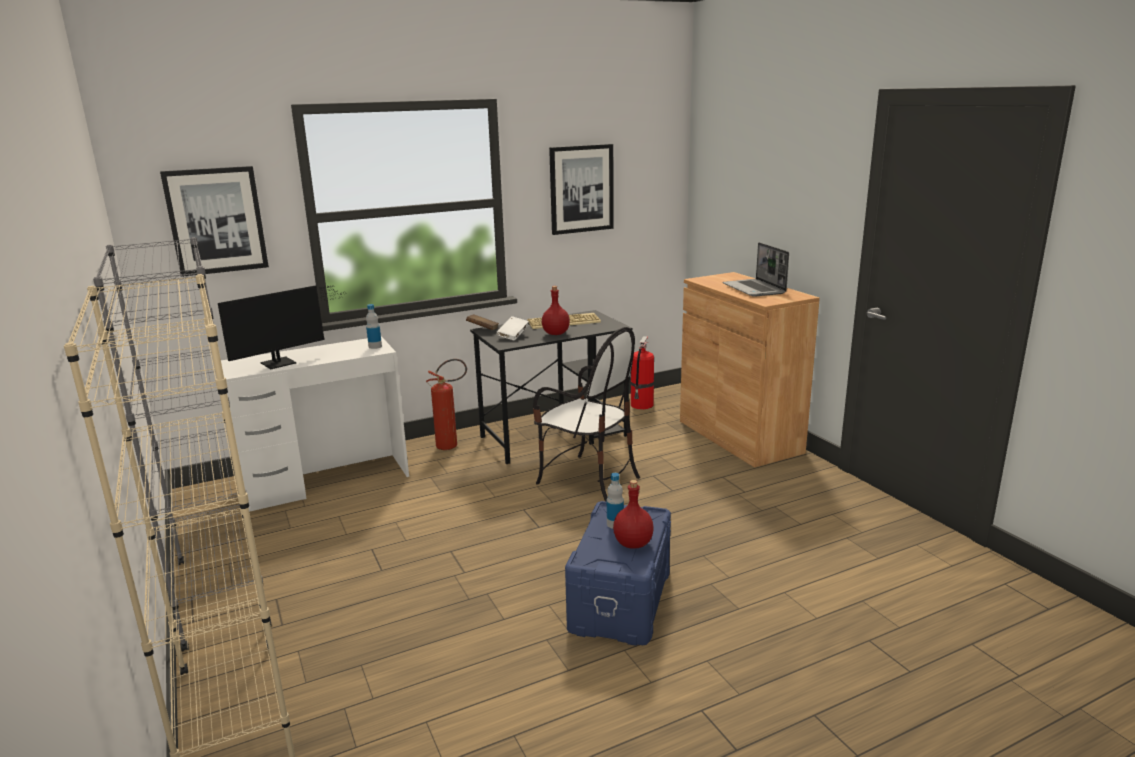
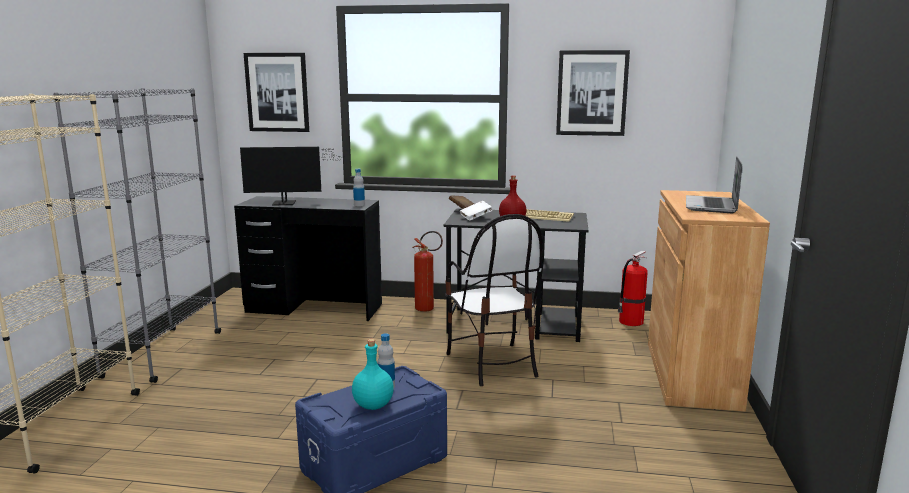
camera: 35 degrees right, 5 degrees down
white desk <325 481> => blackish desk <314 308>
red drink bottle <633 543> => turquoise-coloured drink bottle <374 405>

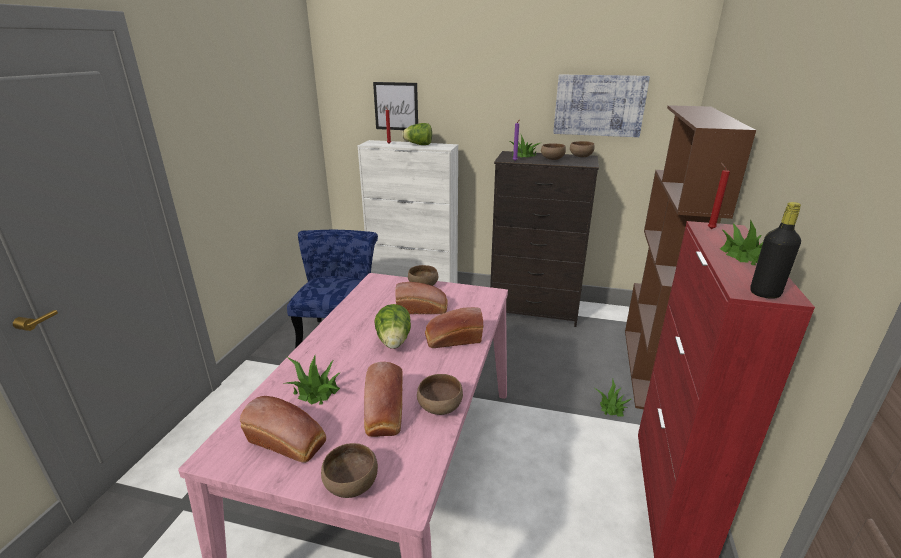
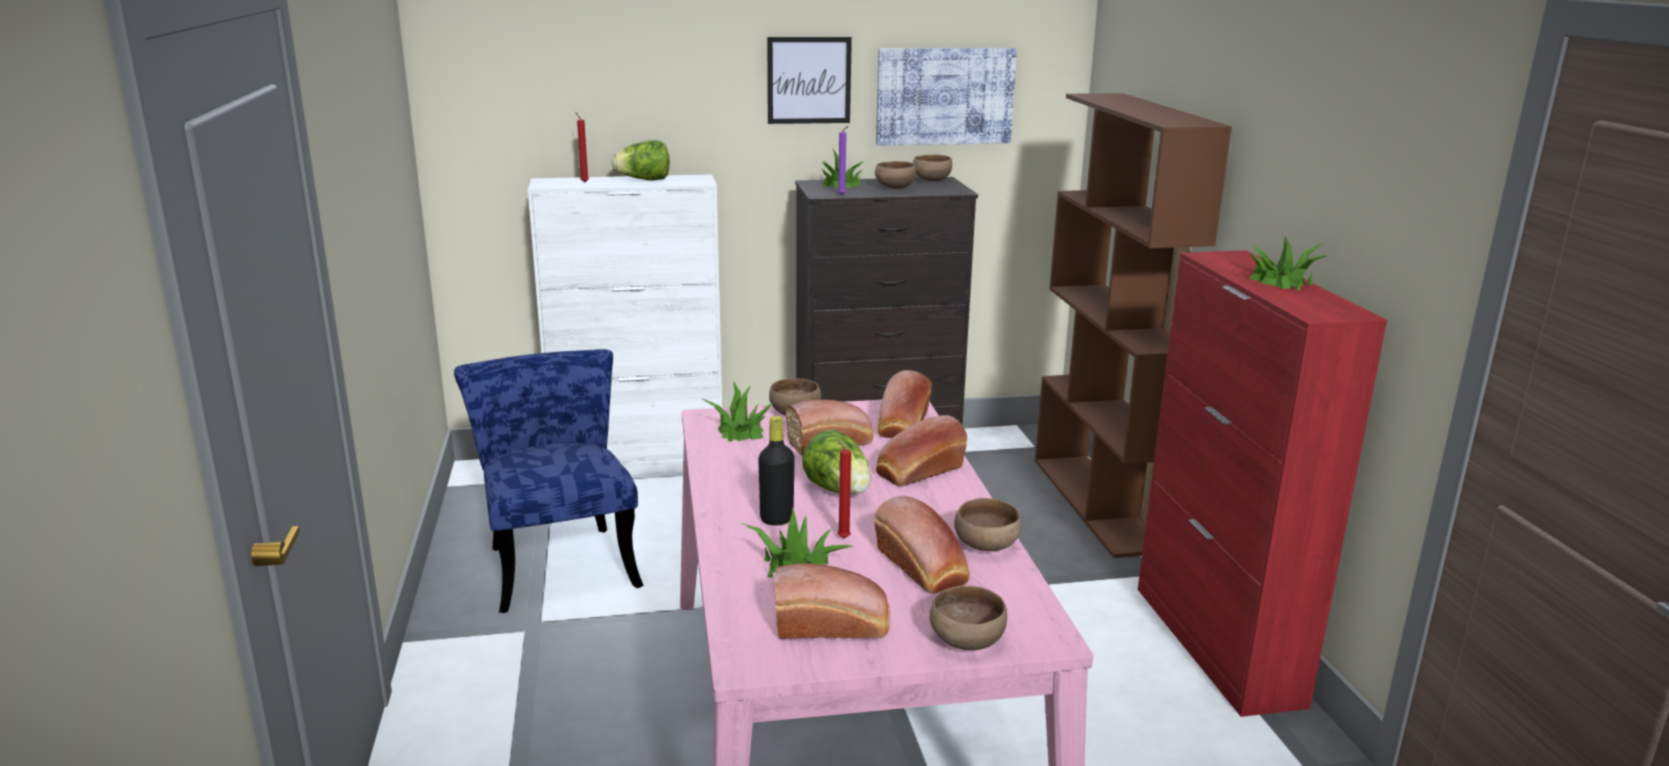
camera: 25 degrees left, 5 degrees down
wall art <396 106> => wall art <809 80>, shifted
houseplant <612 407> => houseplant <741 430>, shifted
red candle <710 228> => red candle <842 537>, shifted
blackish drink bottle <765 293> => blackish drink bottle <776 519>, shifted
nothing => baked bread <903 425>

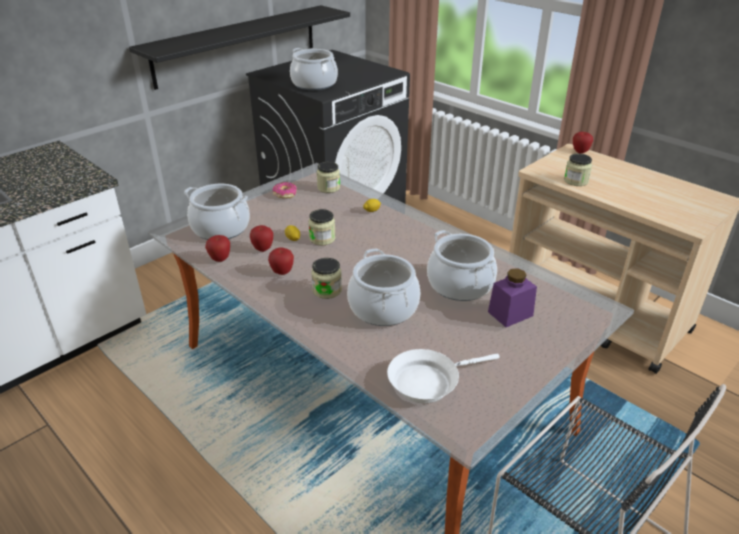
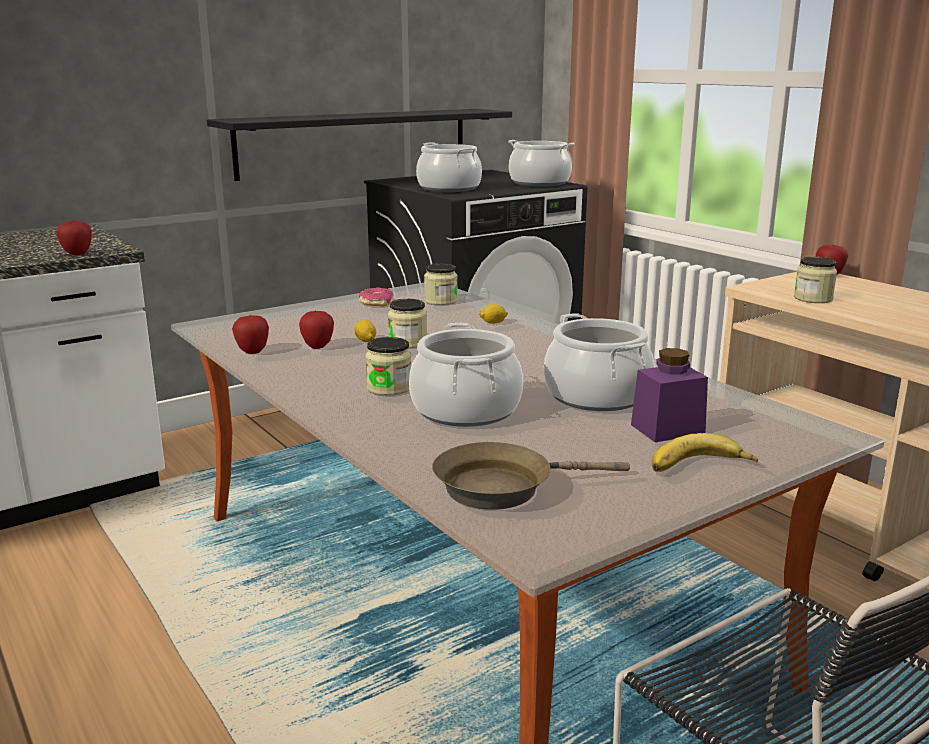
camera: 10 degrees right, 15 degrees down
stockpot <221 228> => stockpot <539 183>, shifted
whole apple <282 272> => whole apple <77 254>, shifted
white frying pan <428 381> => brown-coloured frying pan <502 487>
nothing => banana <700 467>

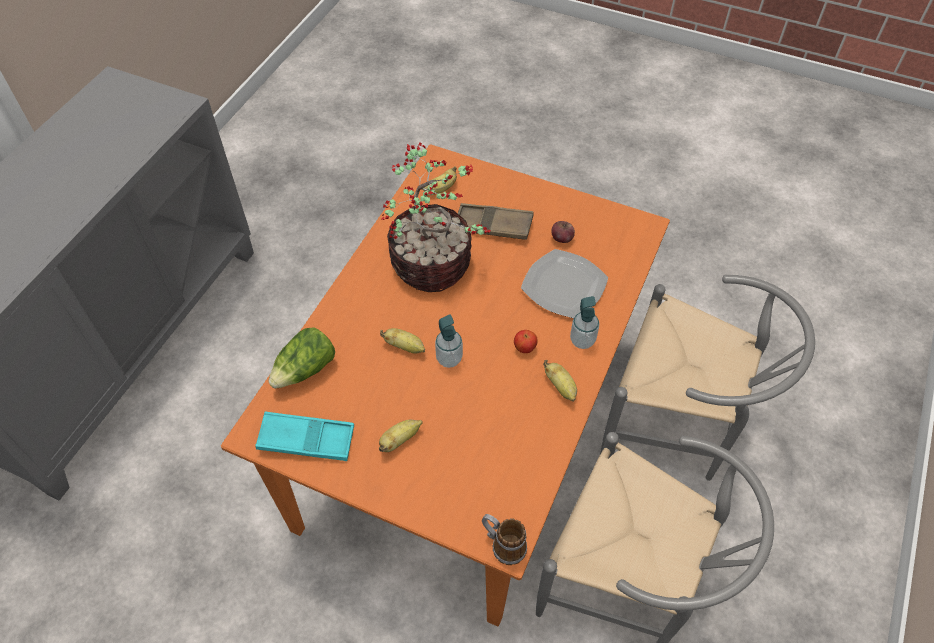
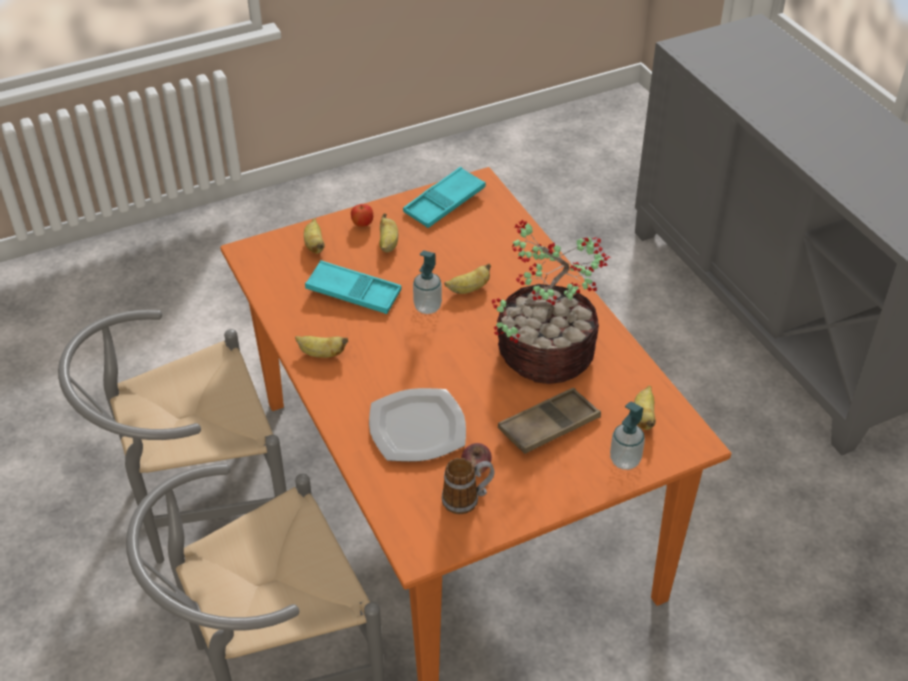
camera: 130 degrees right, 10 degrees down
lettuce <305 370> => nothing
tea mug <503 545> => tea mug <467 499>, shifted
whole apple <525 348> => whole apple <362 224>, shifted
soap dispenser <582 340> => soap dispenser <625 460>, shifted
nothing => banana <314 245>
nothing => turquoise-coloured carrying tray <353 293>

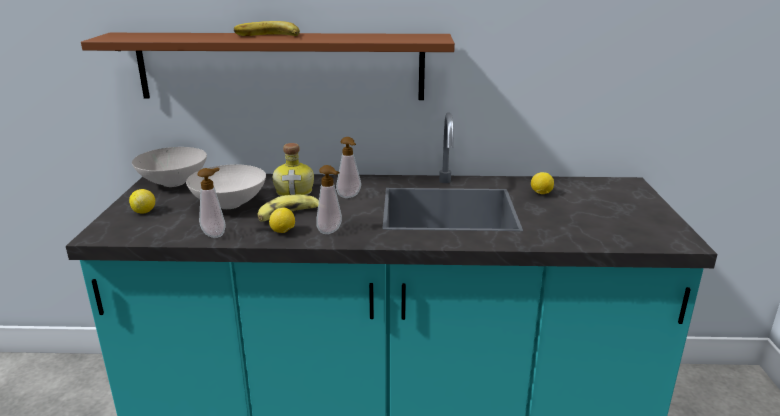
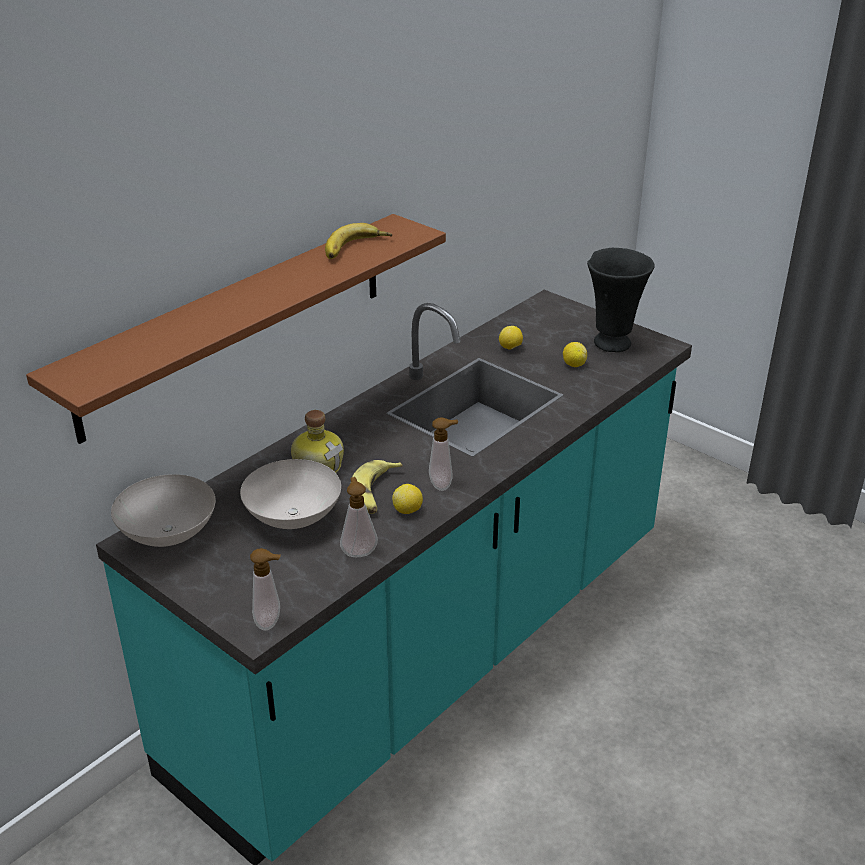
camera: 50 degrees left, 10 degrees up
lemon <144 212> => lemon <574 365>, shifted
banana <268 36> => banana <356 249>, shifted
soap dispenser <350 196> => soap dispenser <271 622>, shifted
nothing => blackish vase <612 342>

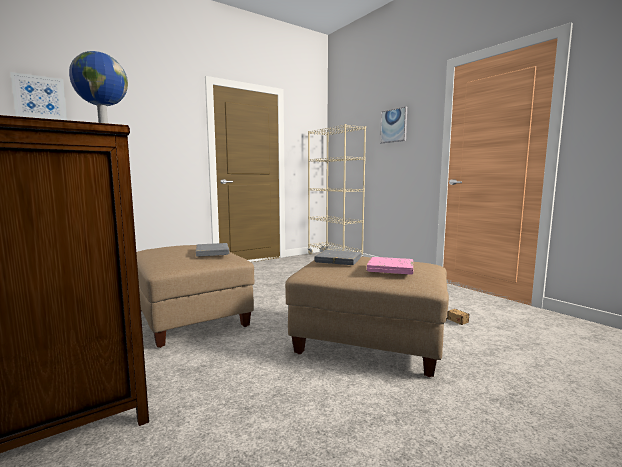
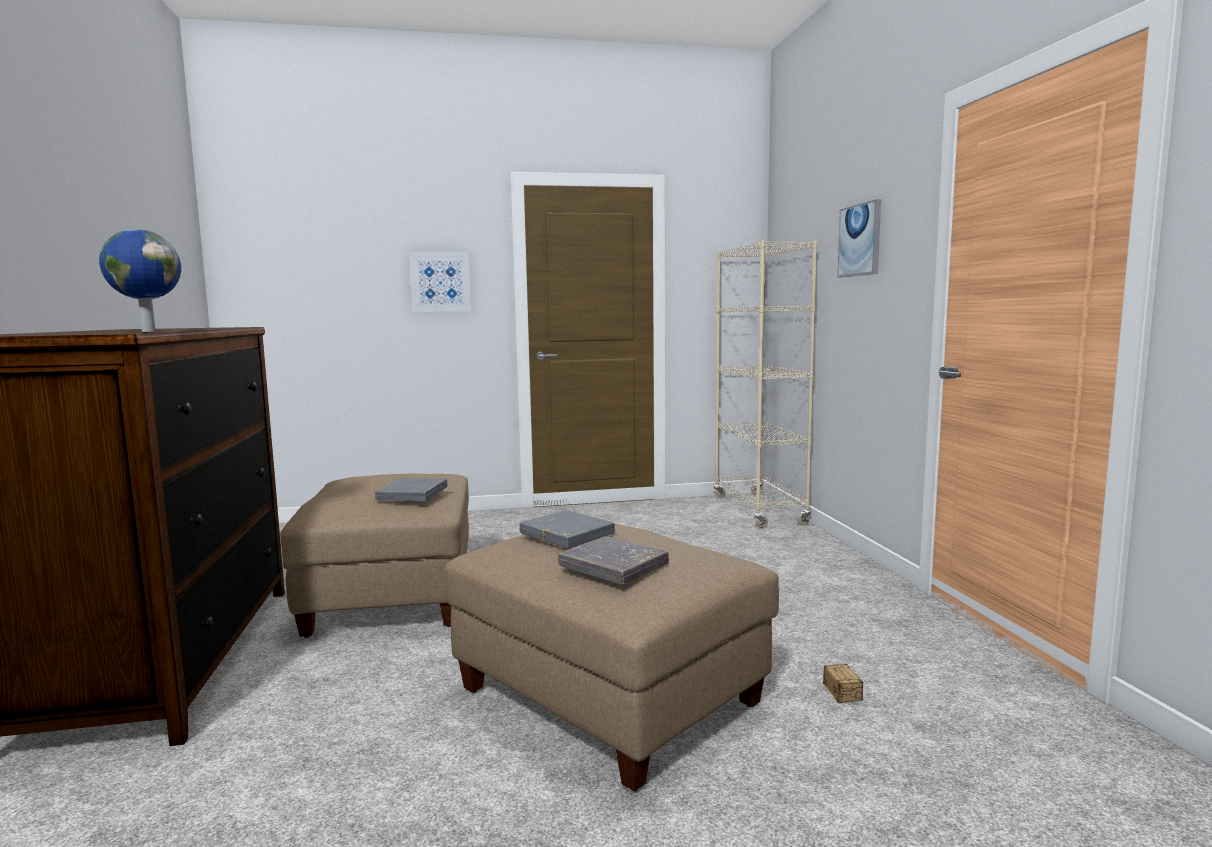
camera: 25 degrees right, 0 degrees up
wall art <40 98> => wall art <440 282>, shifted
pink book <390 269> => gray book <613 566>

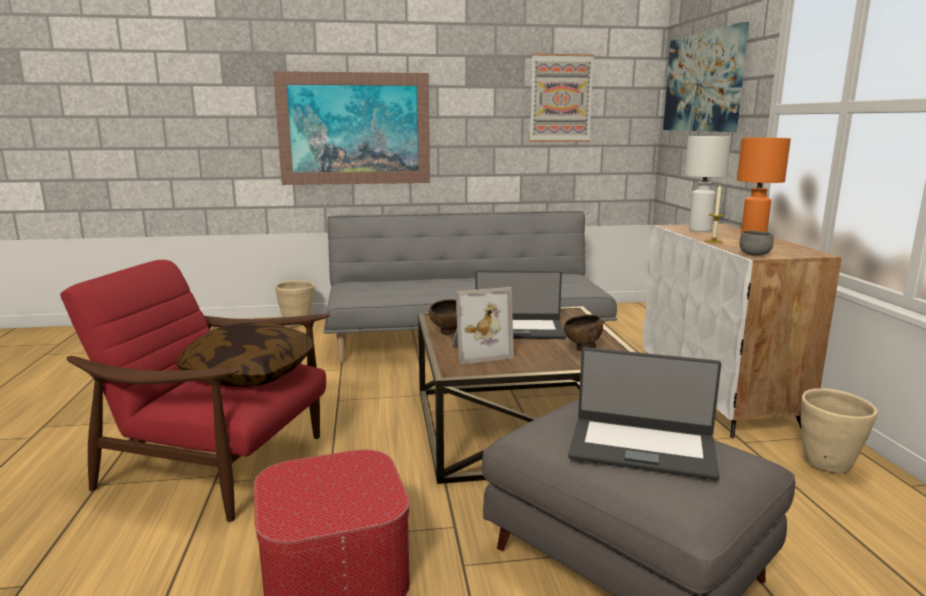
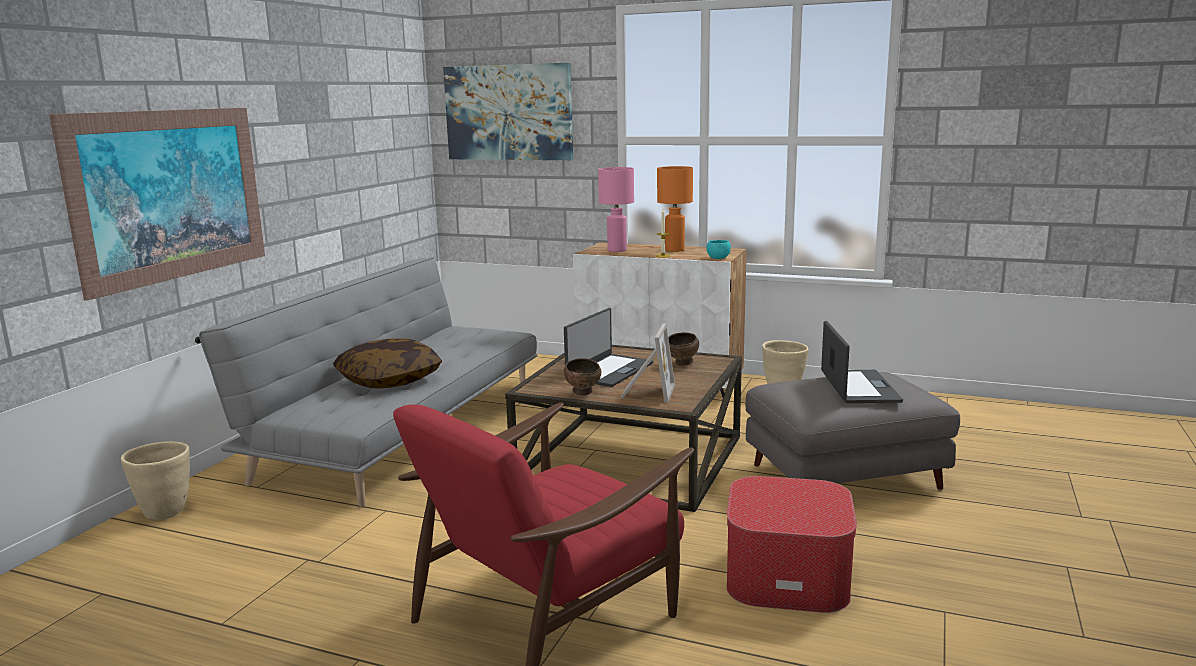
camera: 60 degrees left, 0 degrees up
throw pillow <250 374> => throw pillow <389 380>, shifted
wall art <561 98> => nothing
notebook computer <642 447> => notebook computer <858 387>, 45 degrees counterclockwise
white tabletop lamp <700 230> => pink tabletop lamp <617 250>
gray serving bowl <754 255> => turquoise-coloured serving bowl <718 258>

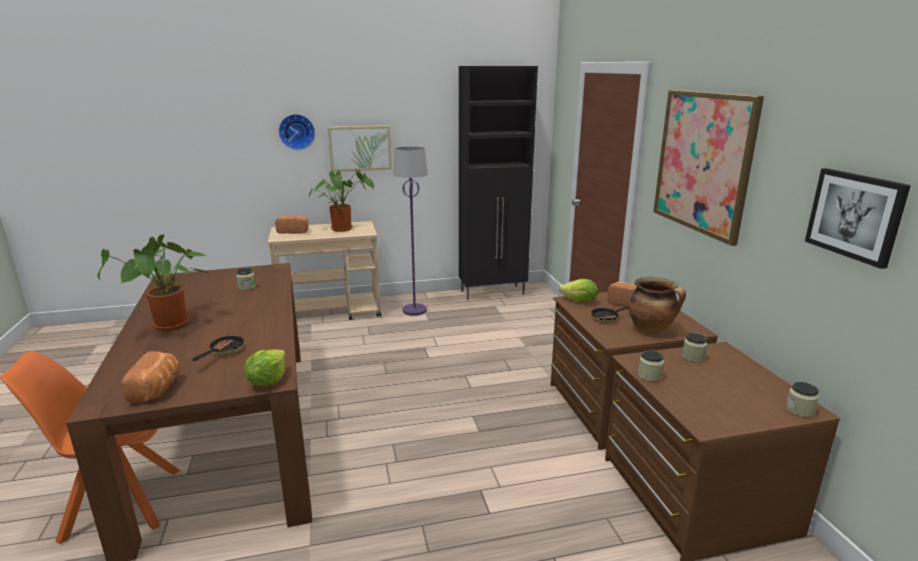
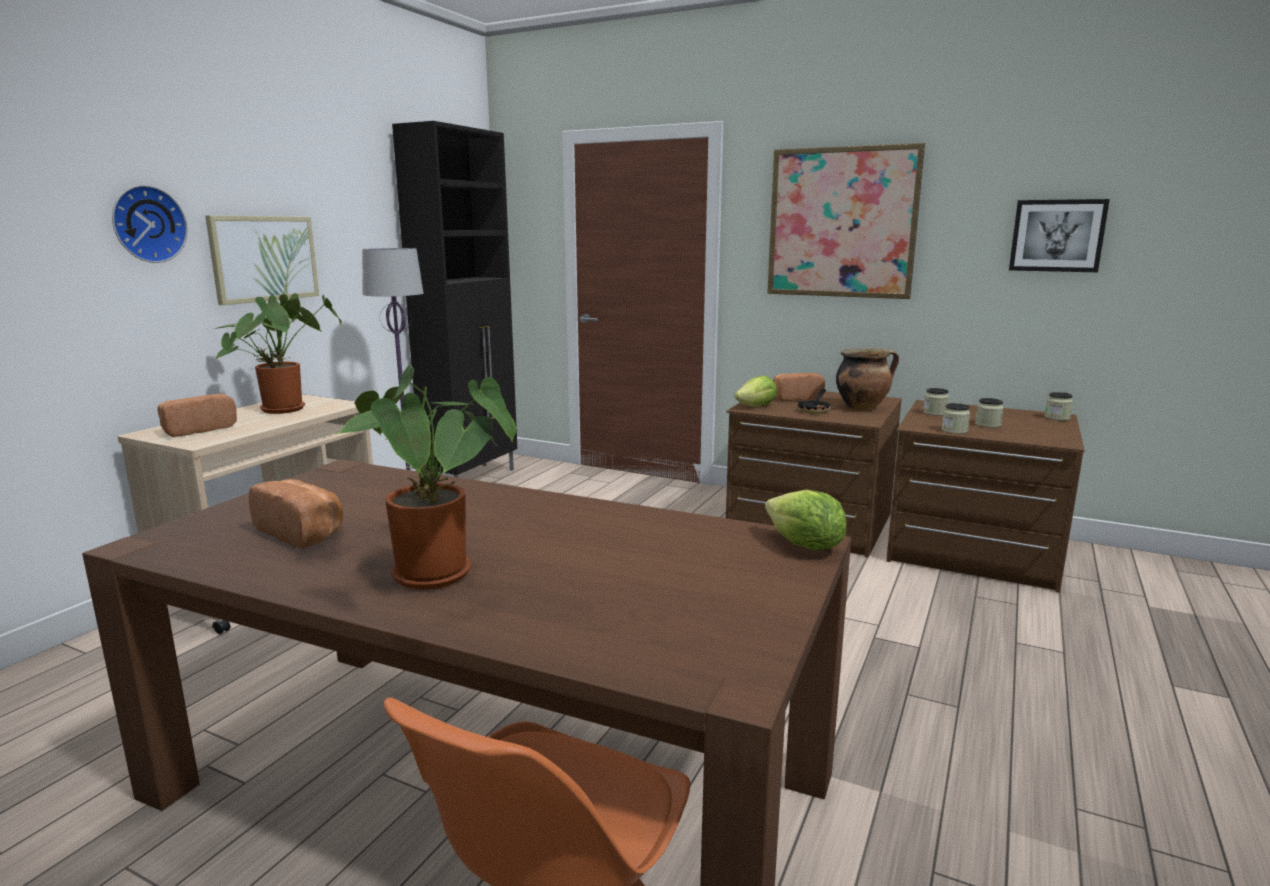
camera: 50 degrees left, 5 degrees down
baked bread <157 389> => baked bread <303 533>, shifted
frying pan <223 352> => nothing
jar <247 287> => jar <988 425>, shifted

